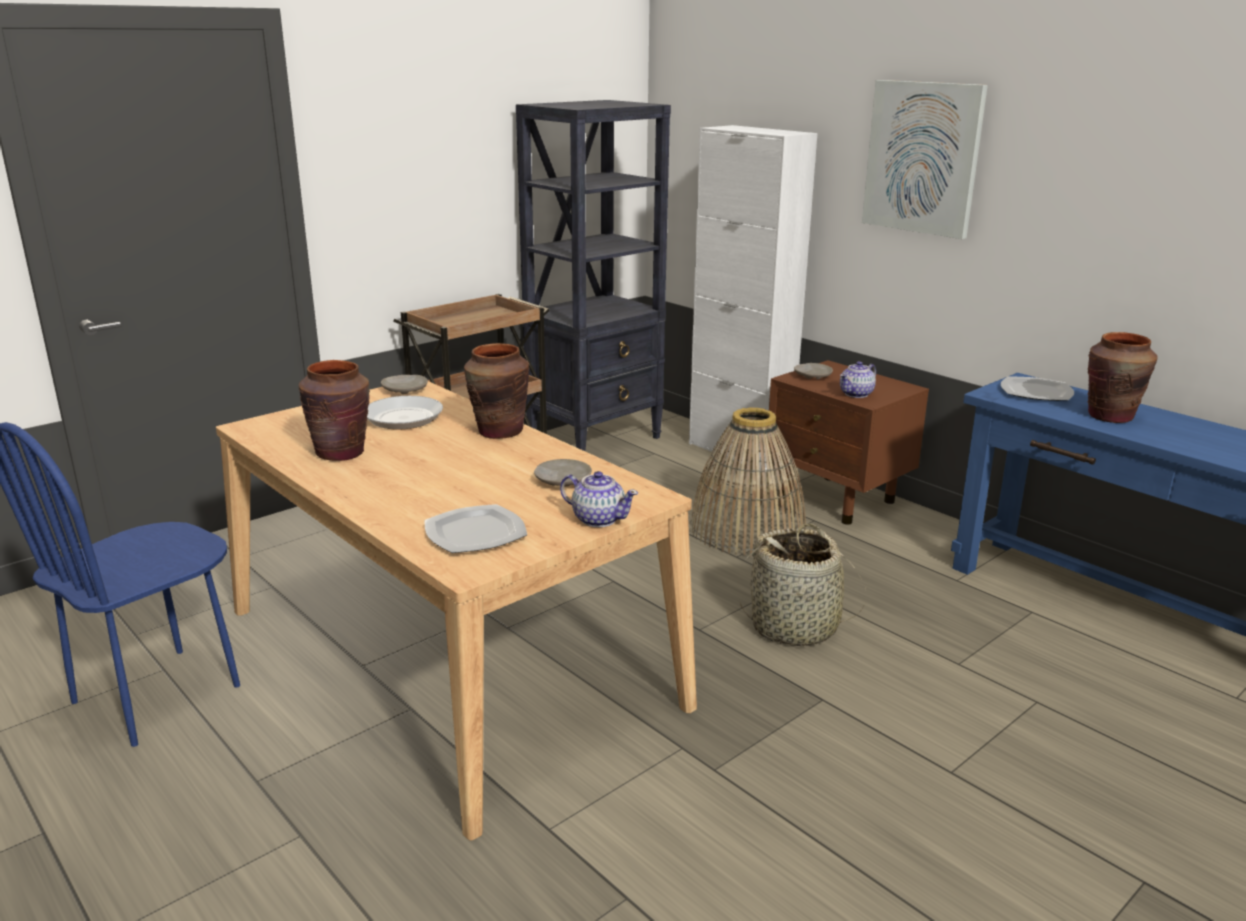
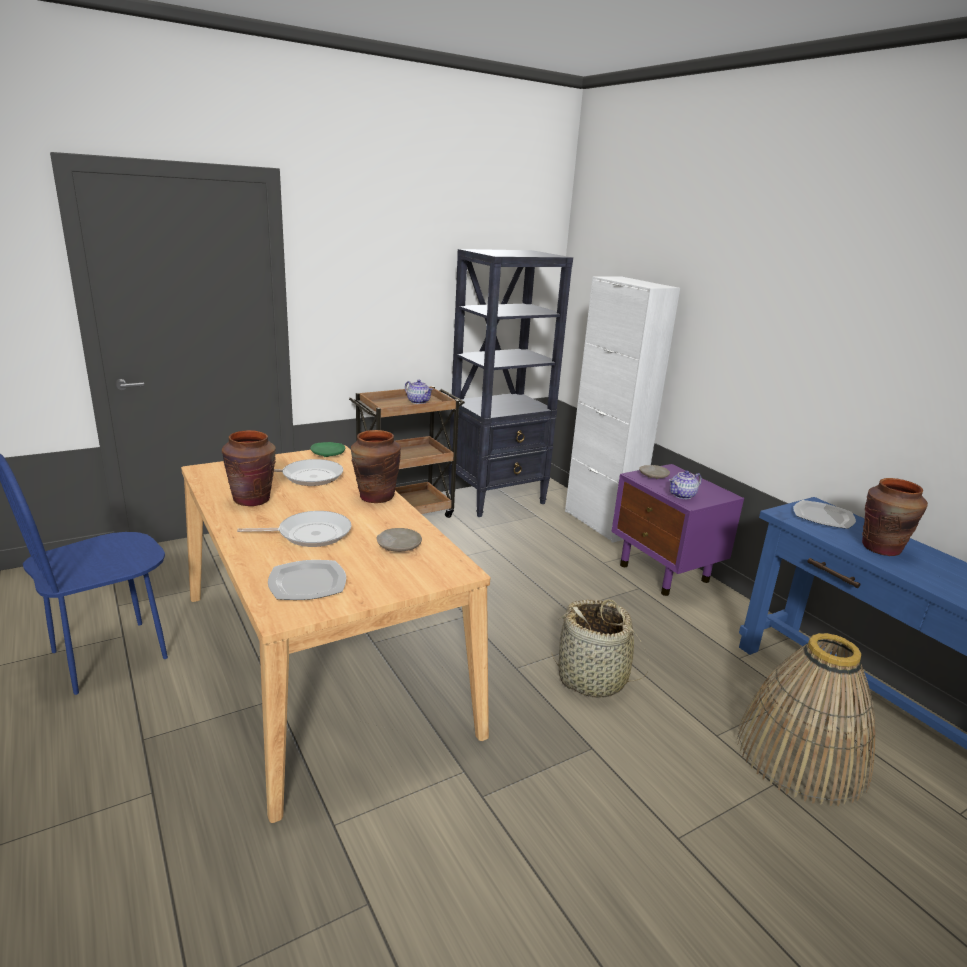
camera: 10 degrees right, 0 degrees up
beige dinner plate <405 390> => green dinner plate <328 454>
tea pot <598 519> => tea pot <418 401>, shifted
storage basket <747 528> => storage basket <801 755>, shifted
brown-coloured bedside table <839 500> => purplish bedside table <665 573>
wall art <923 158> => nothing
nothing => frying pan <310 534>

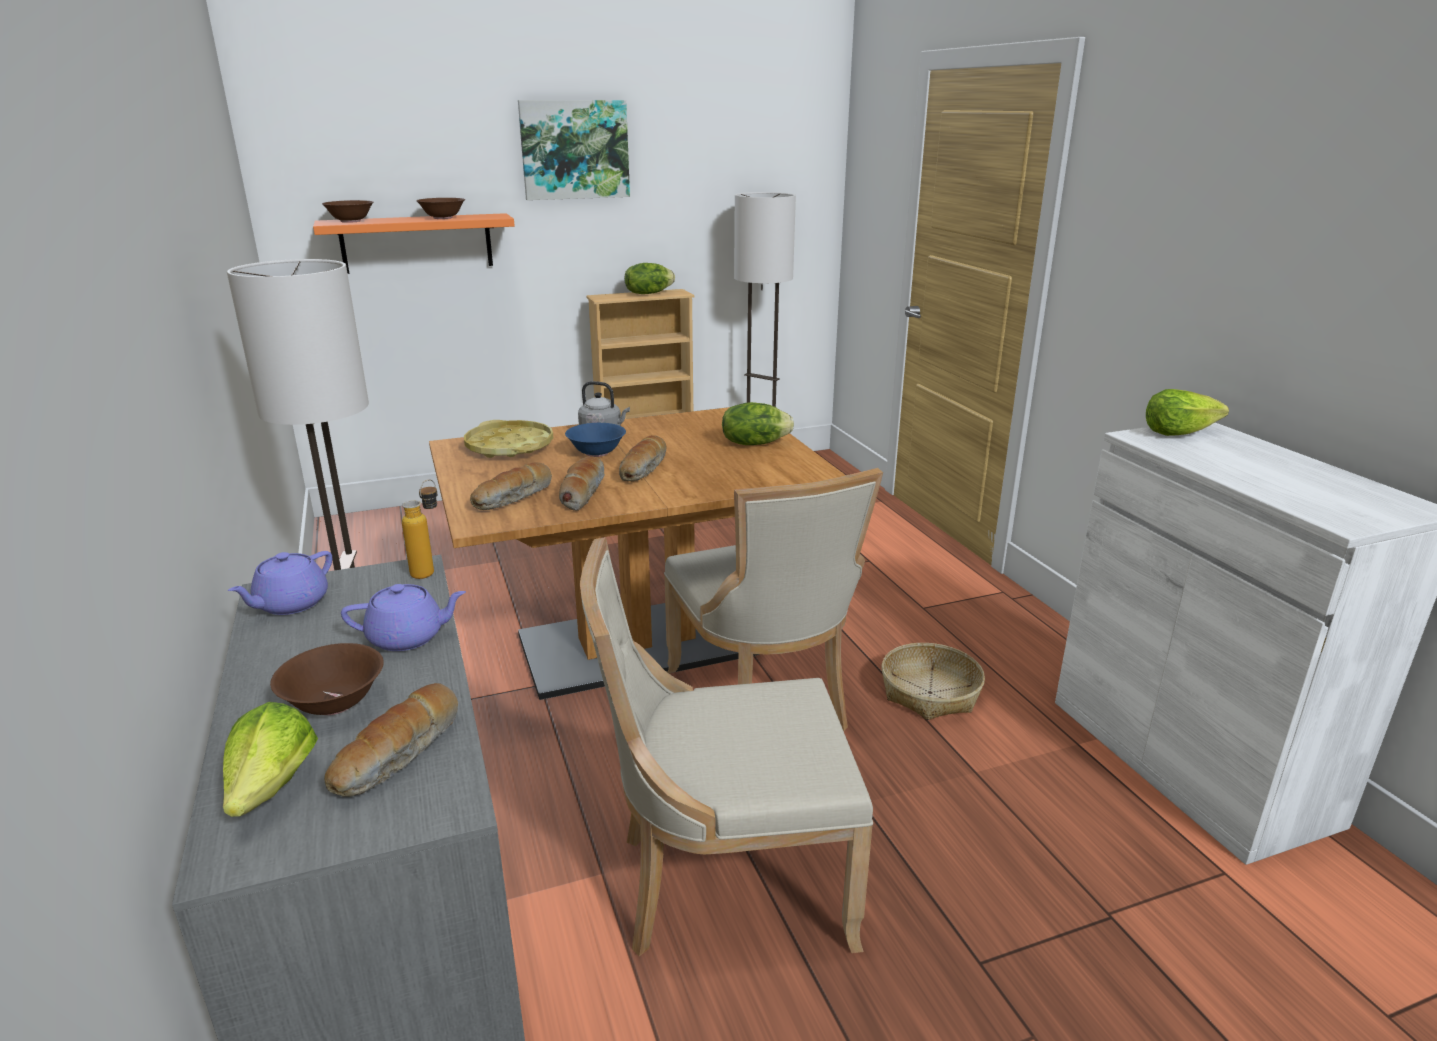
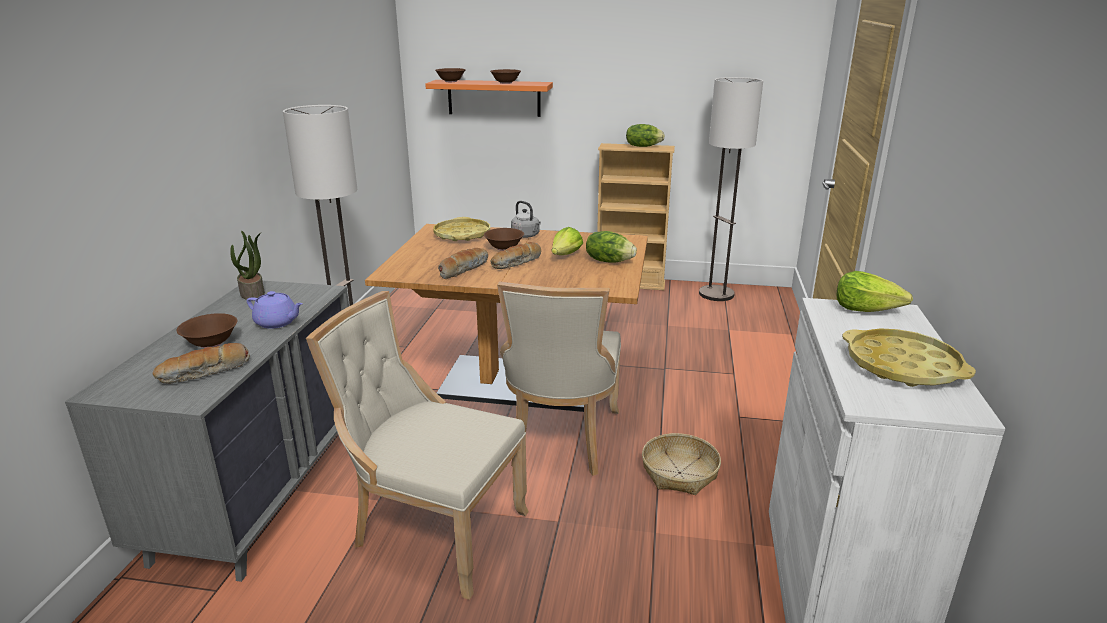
camera: 30 degrees right, 0 degrees up
lettuce <273 787> => lettuce <566 255>, shifted
purplish tea pot <290 604> => houseplant <253 293>
drink bottle <429 570> => nothing
baked bread <514 498> => nothing
wall art <574 150> => nothing
blue-coloured serving bowl <596 453> => brown-coloured serving bowl <504 248>
nothing => yellow carrying tray <902 366>

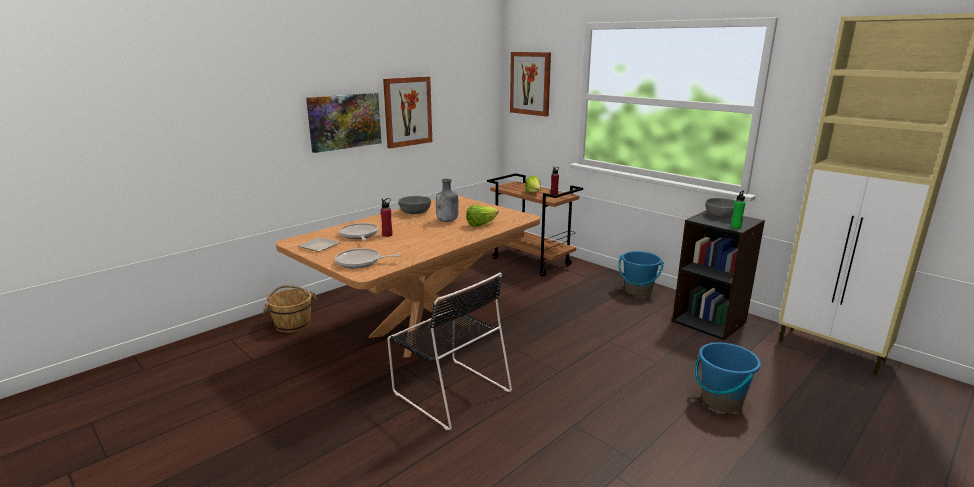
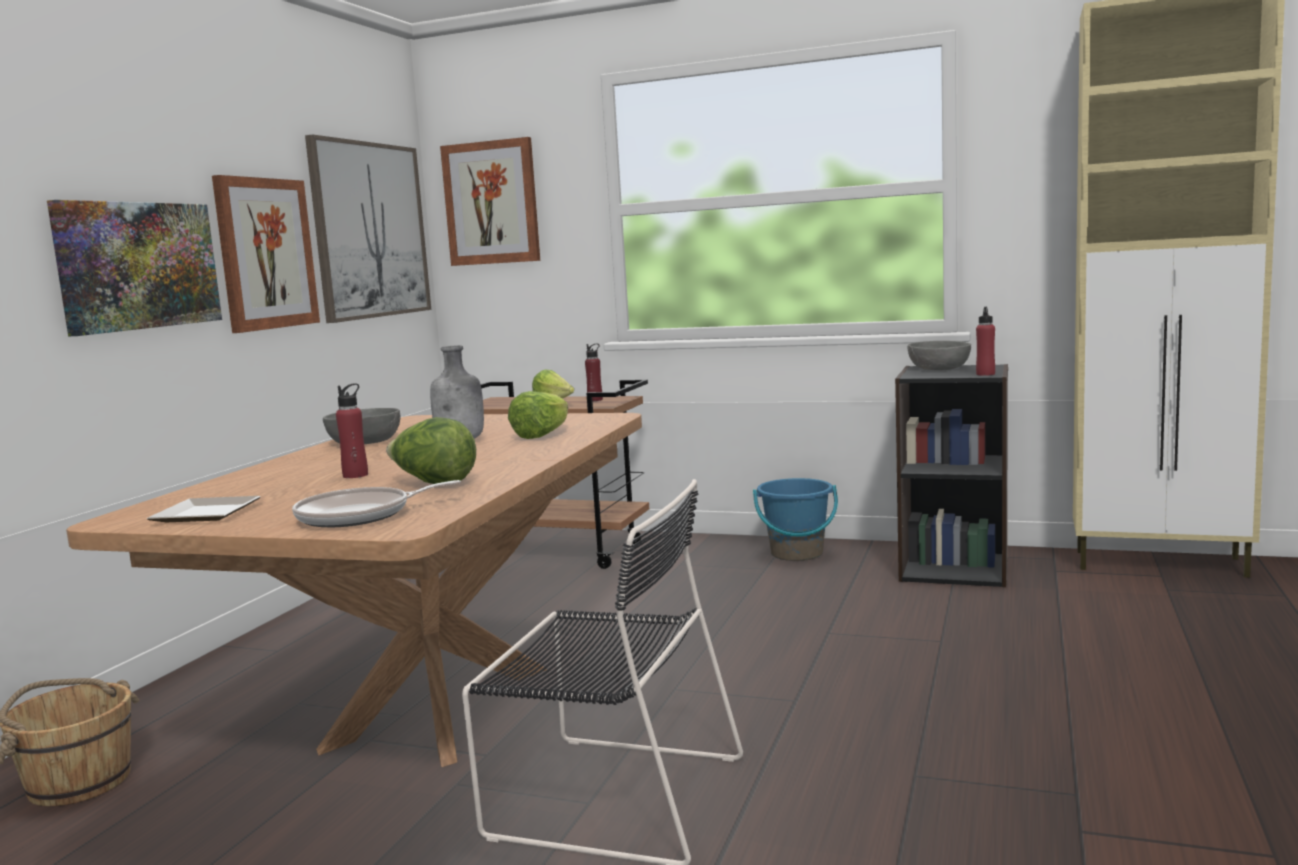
camera: 25 degrees left, 10 degrees down
frying pan <359 235> => nothing
blue-coloured water bucket <721 401> => nothing
green drink bottle <735 227> => red drink bottle <985 374>
nothing => wall art <370 230>
nothing => lettuce <433 483>

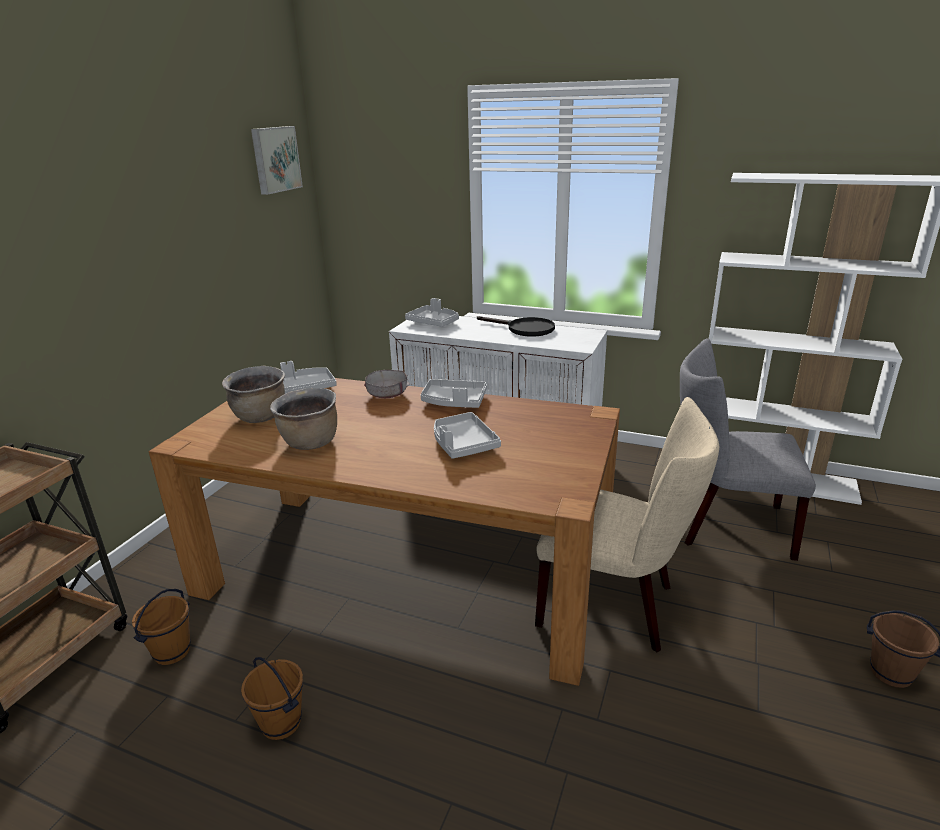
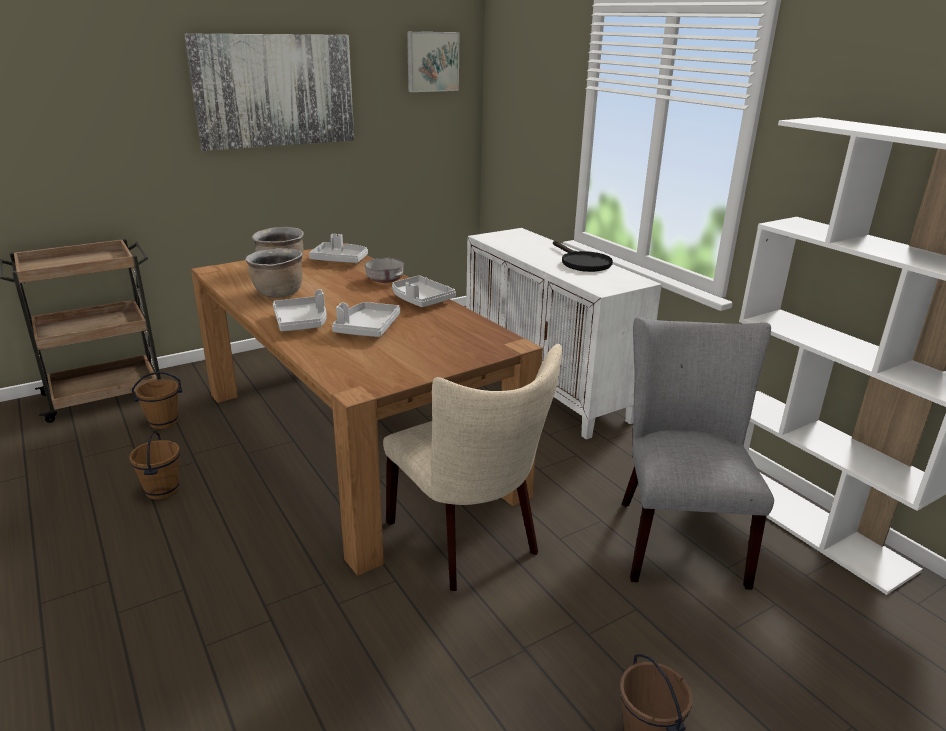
camera: 35 degrees right, 0 degrees up
gray carrying tray <434 322> => gray carrying tray <302 322>, shifted
gray chair <725 525> => gray chair <676 535>, 45 degrees clockwise
nothing => wall art <275 91>

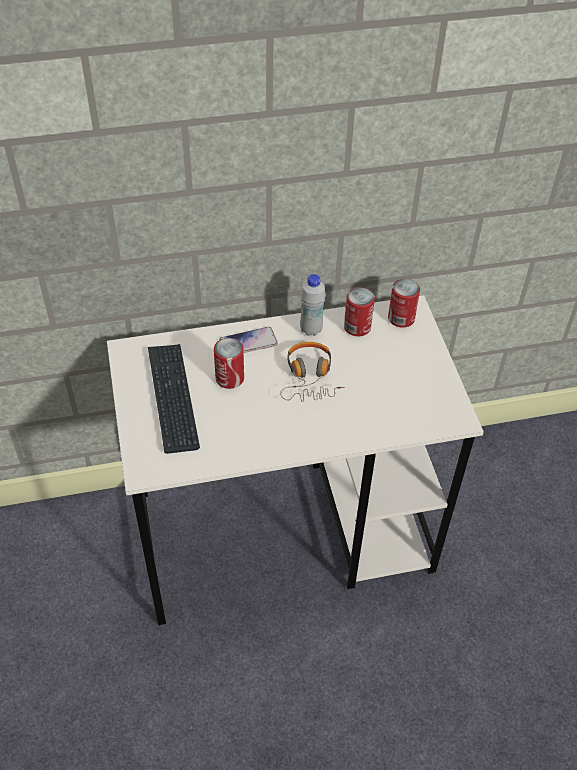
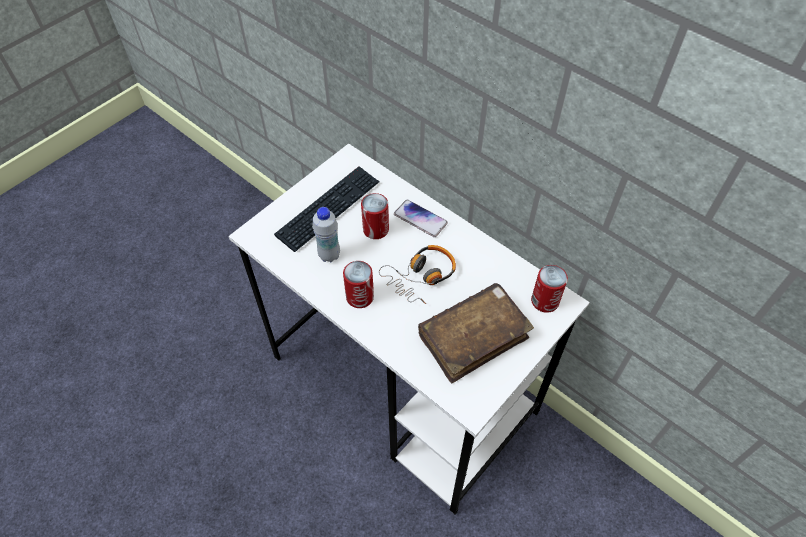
camera: 55 degrees right, 5 degrees up
white drink bottle <311 329> => white drink bottle <329 255>, shifted
sealed can <357 327> => sealed can <360 297>, shifted
nothing => brown-coloured book <473 337>

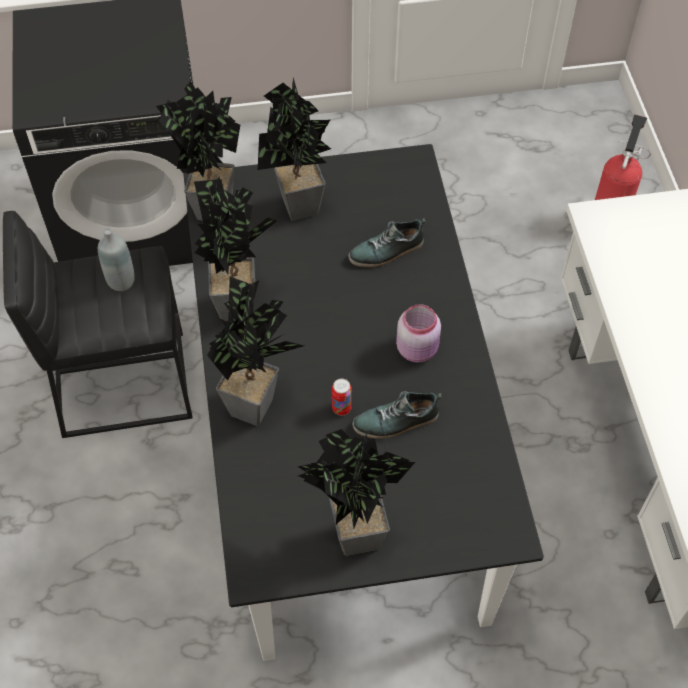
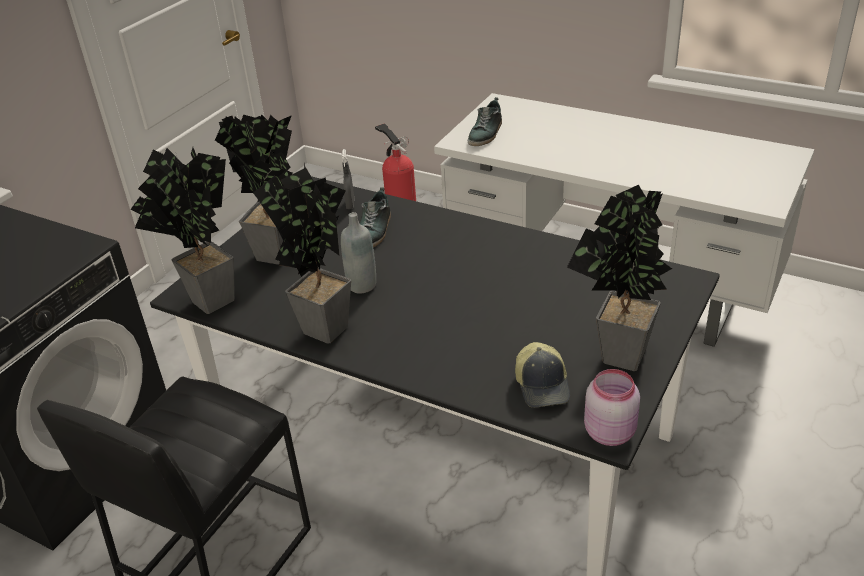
camera: 50 degrees left, 20 degrees down
gray drink bottle <121 281> => gray drink bottle <362 285>, shifted
houseplant <258 403> => nothing
sealed can <341 408> => nothing
low shoe <396 421> => low shoe <486 134>, shifted
pink jar <418 349> => pink jar <610 431>, shifted
nothing => gray sprayer <350 204>
nothing => cap <543 385>

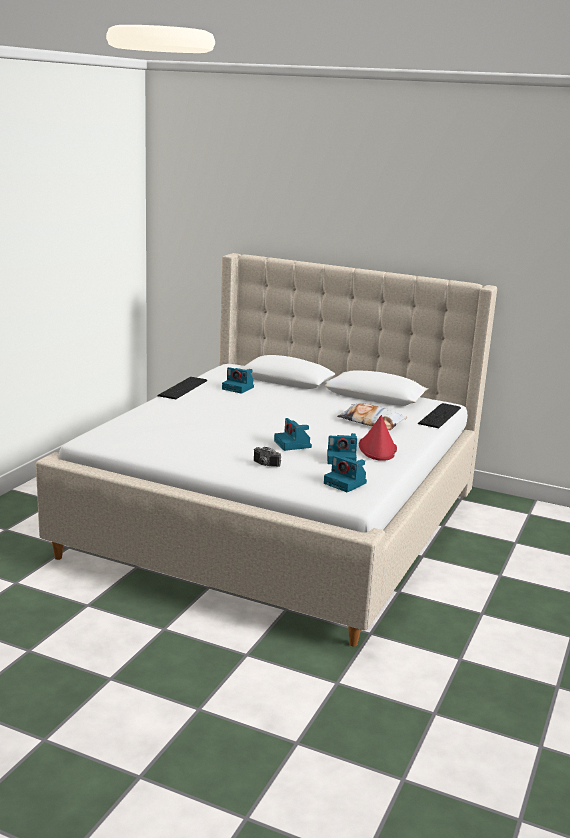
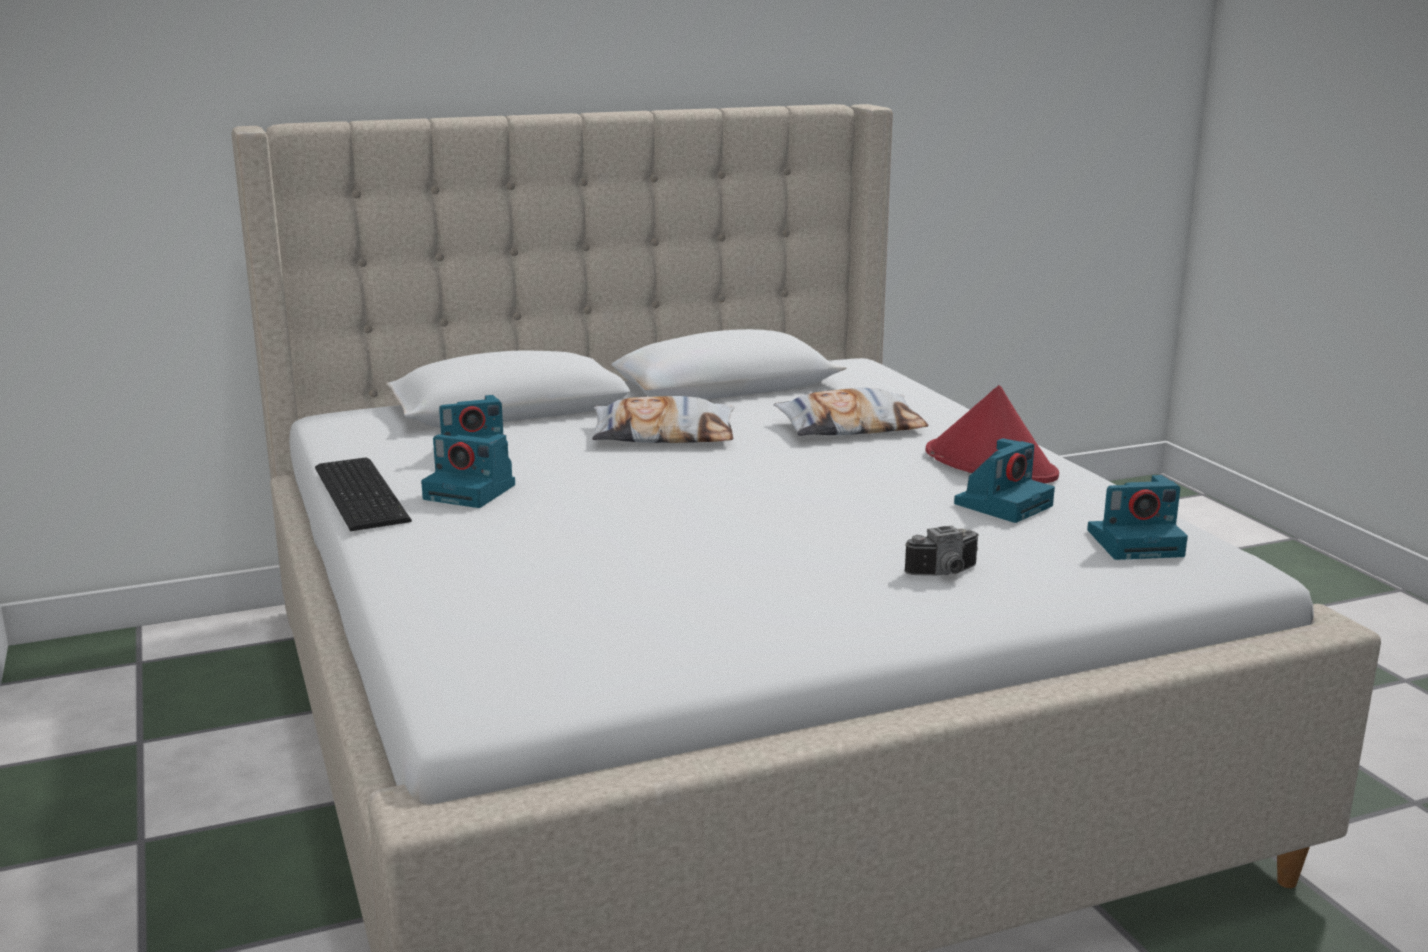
camera: 45 degrees left, 0 degrees up
still camera <293 444> => still camera <472 492>, shifted
computer keyboard <441 416> => nothing
nothing => throw pillow <664 435>

